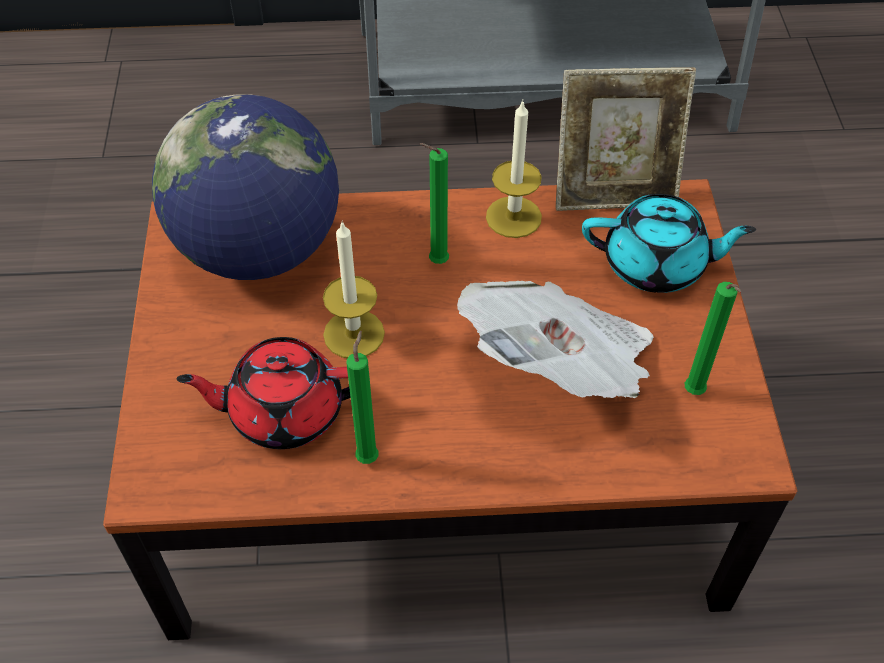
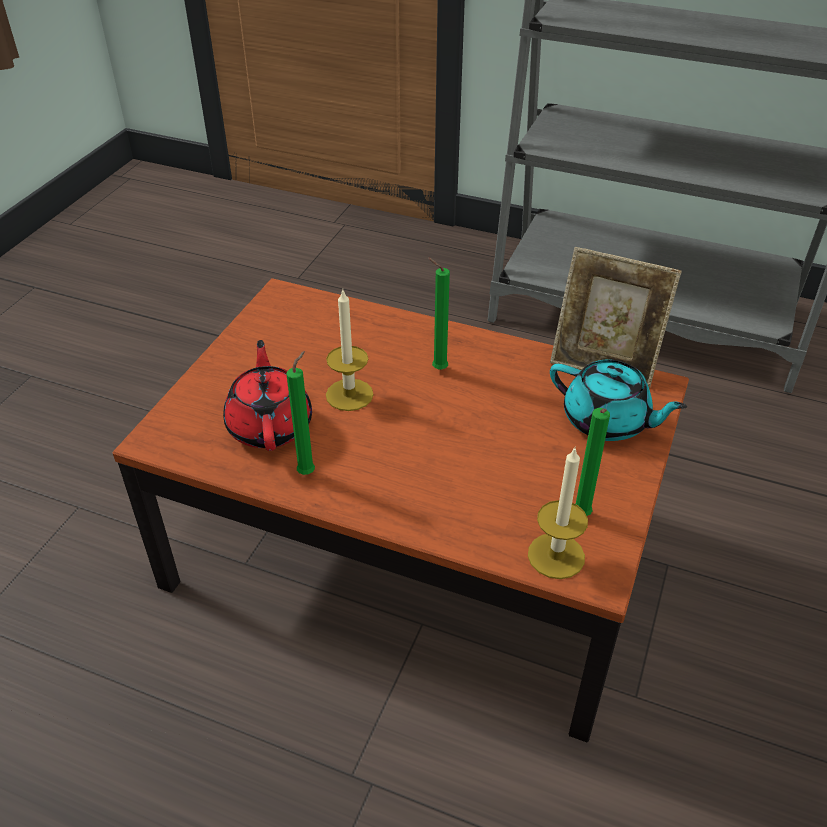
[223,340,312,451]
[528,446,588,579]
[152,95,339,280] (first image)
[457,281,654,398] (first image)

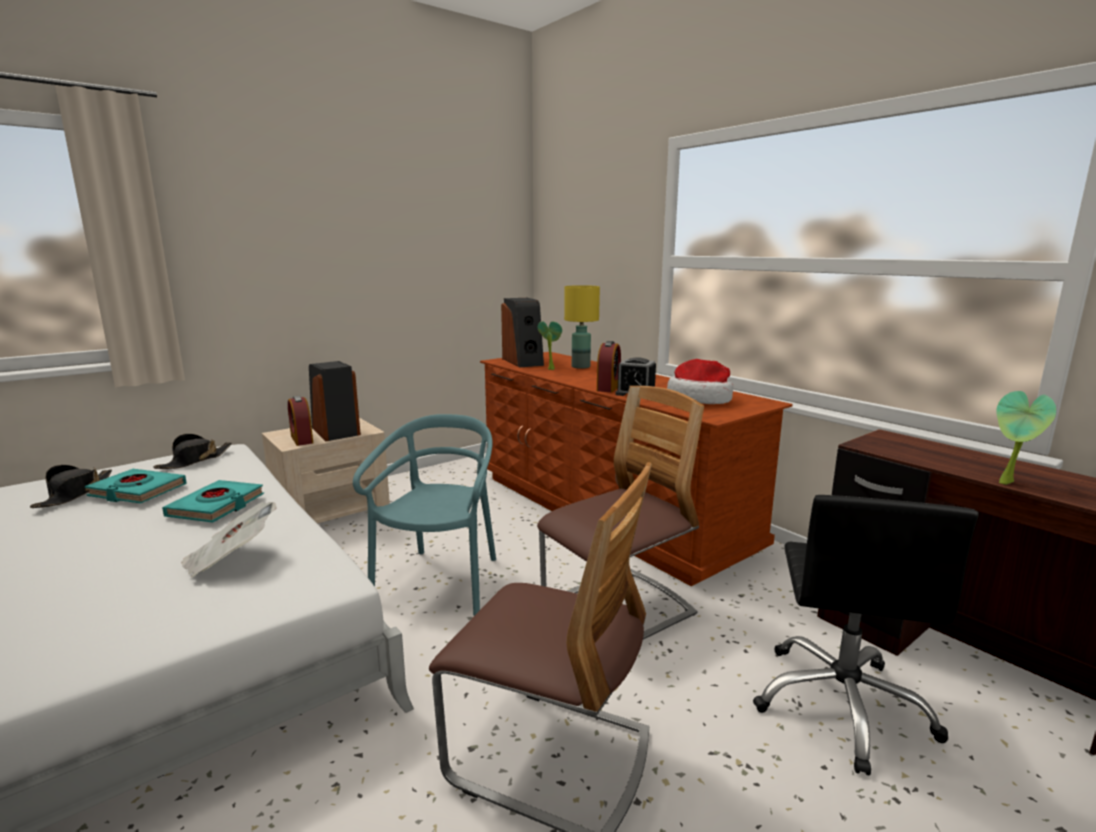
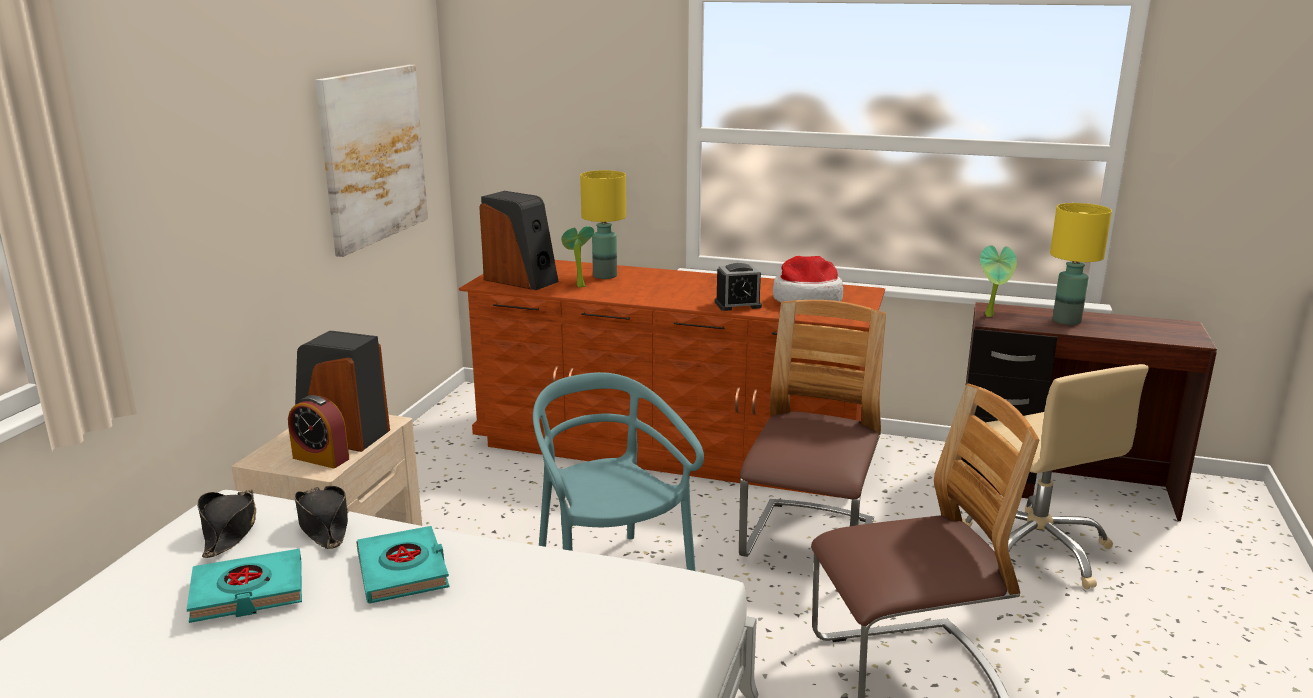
[294,486,348,549]
[315,65,428,257]
[962,364,1149,589]
[980,245,1017,317]
[1050,203,1112,325]
[181,502,276,577] (first image)
[597,341,621,392] (first image)

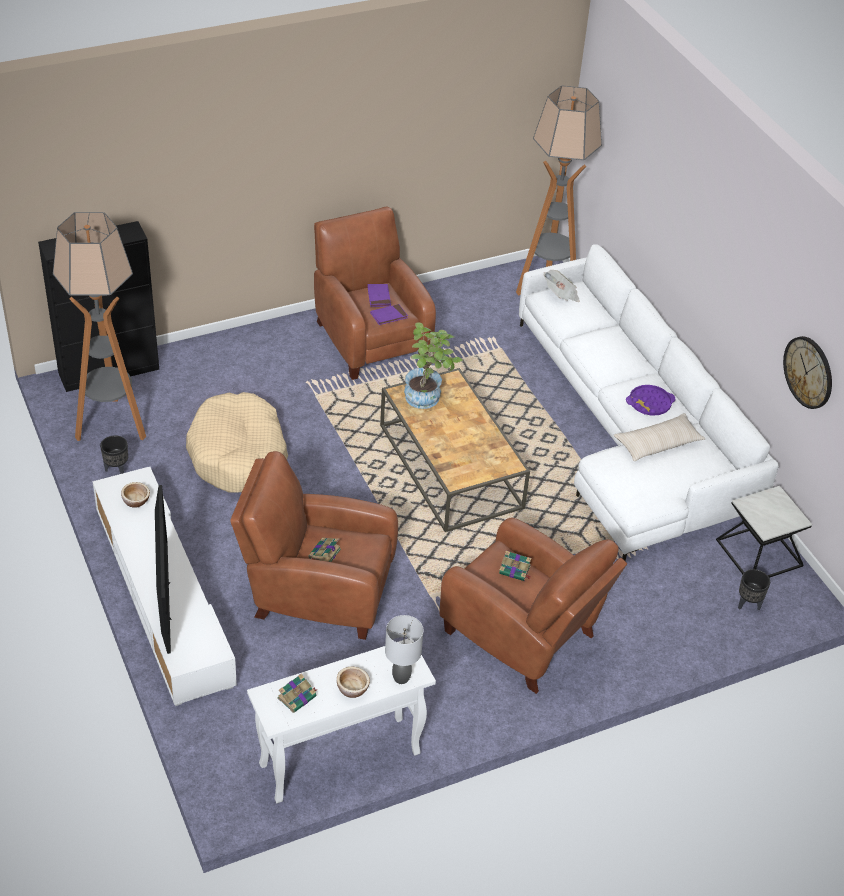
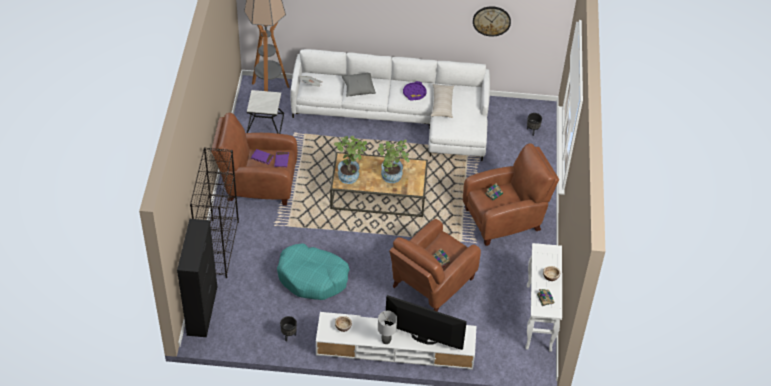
[190,147,239,278]
[247,90,284,134]
[277,243,350,300]
[342,73,376,97]
[378,139,409,183]
[378,311,397,344]
[53,212,146,441] (first image)

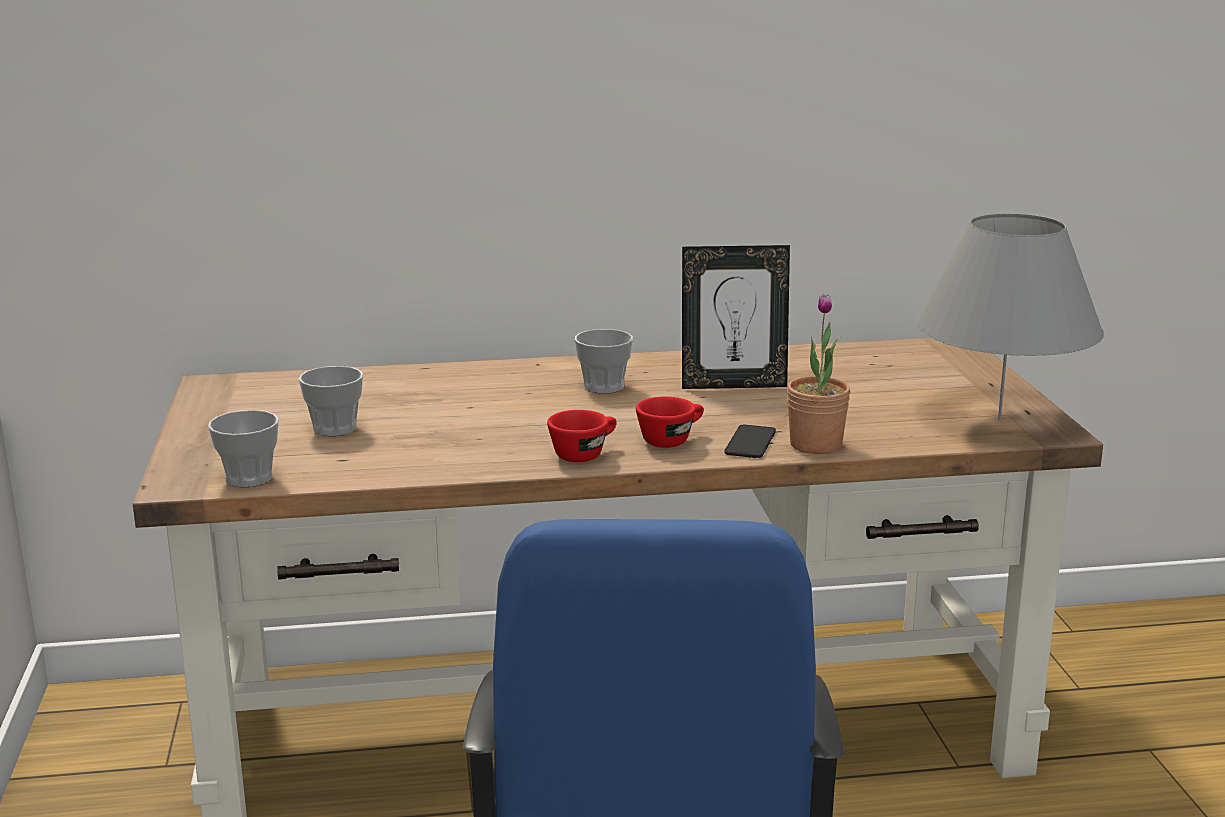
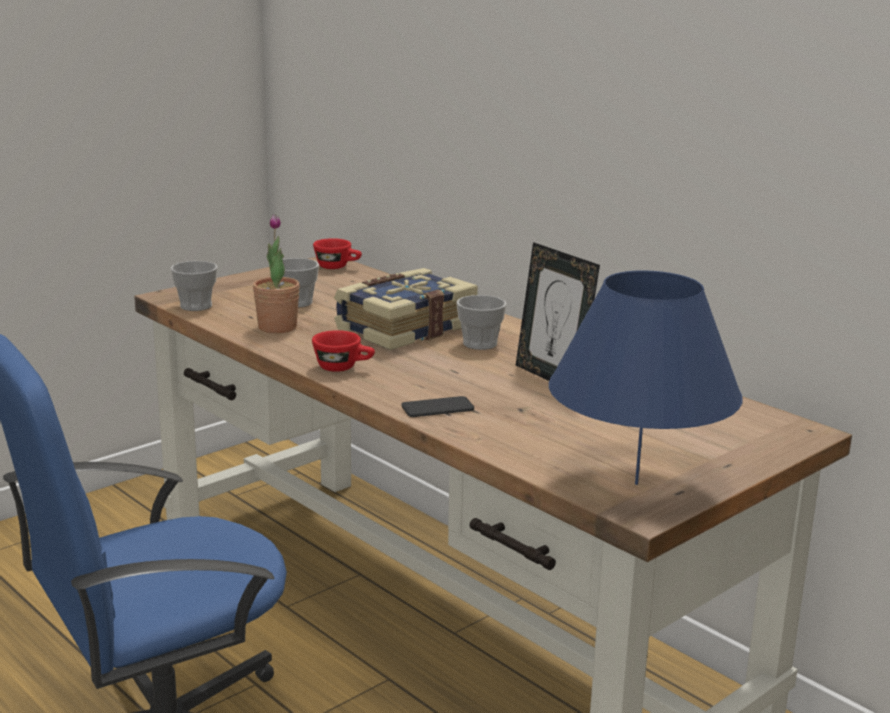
[253,214,300,333]
[313,238,362,269]
[334,268,478,350]
[549,270,742,485]

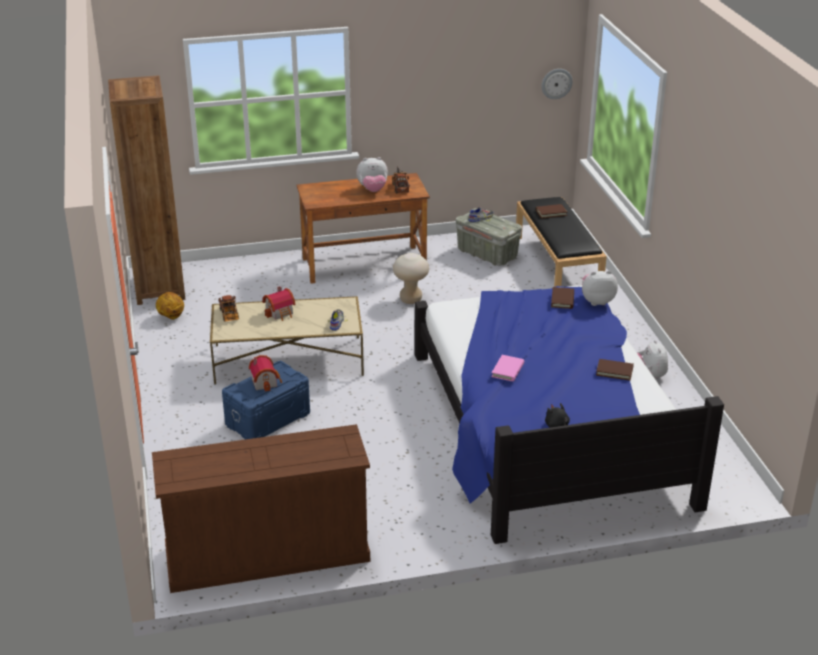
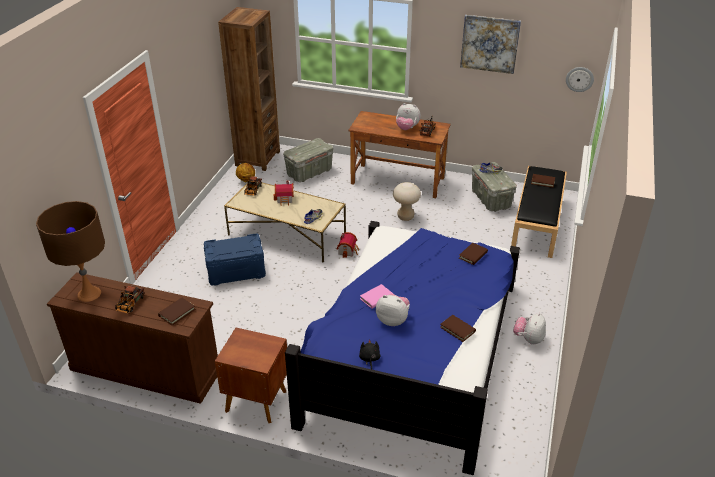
[36,201,105,302]
[115,285,145,314]
[158,298,196,325]
[215,328,287,423]
[283,138,334,182]
[336,232,359,258]
[376,294,410,326]
[460,15,521,74]

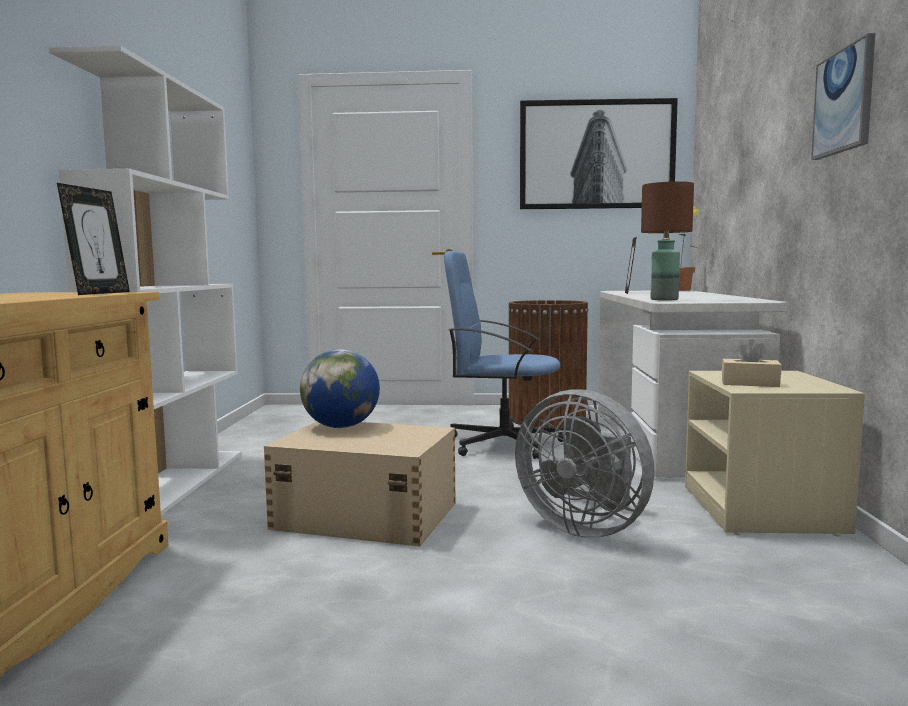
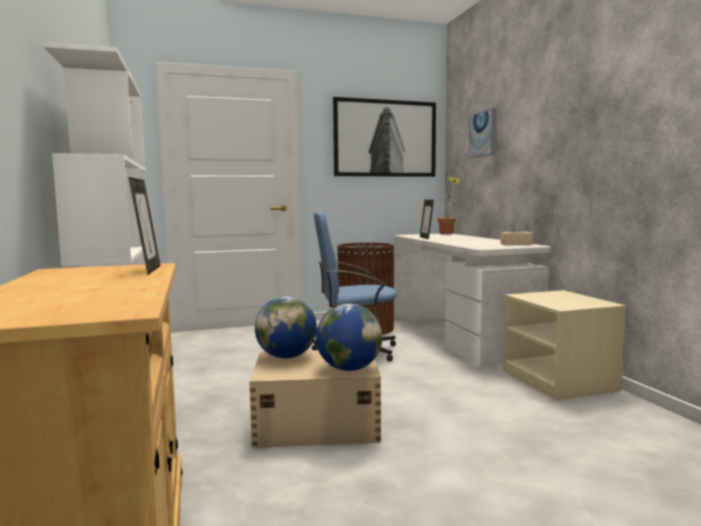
[316,304,382,371]
[469,108,496,158]
[501,221,533,245]
[515,389,655,538] (first image)
[641,181,694,301] (first image)

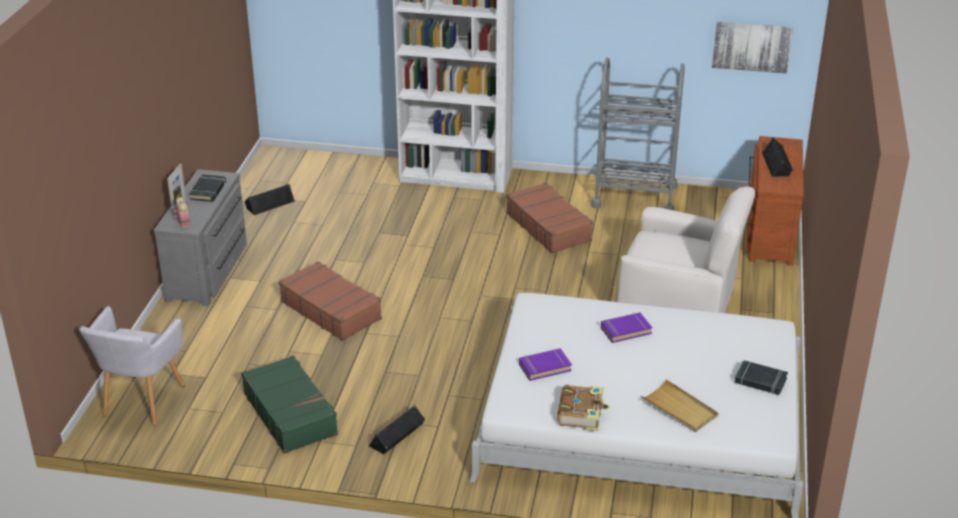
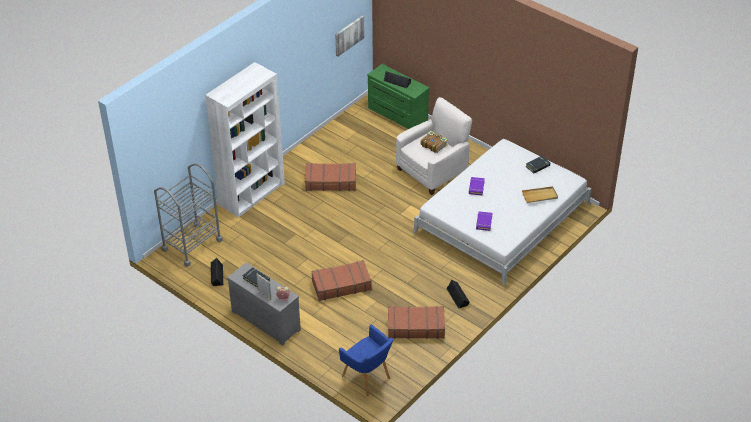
[154,163,223,267]
[339,325,394,396]
[367,64,429,129]
[388,306,445,339]
[421,131,448,153]

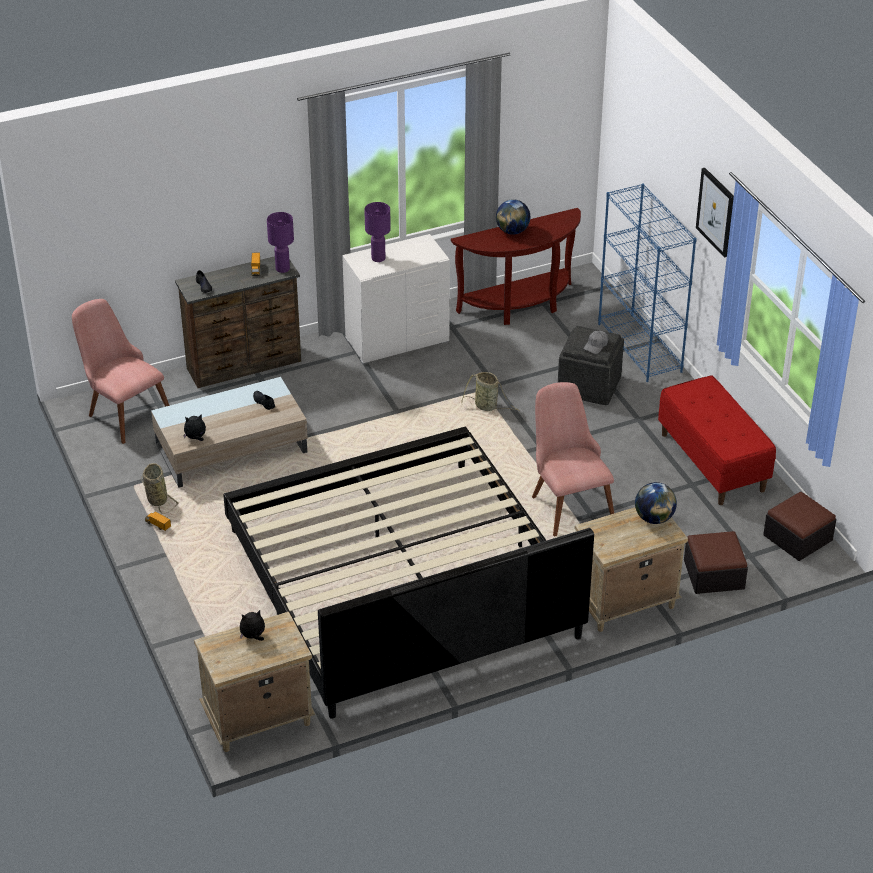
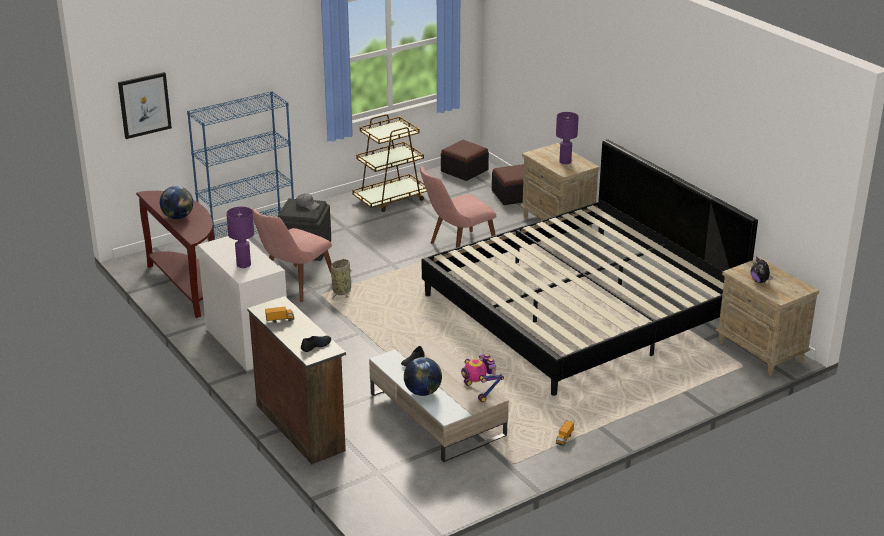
[118,72,172,139]
[252,208,332,302]
[352,114,427,212]
[404,357,442,396]
[461,354,504,402]
[556,112,579,164]
[141,463,179,514] (first image)

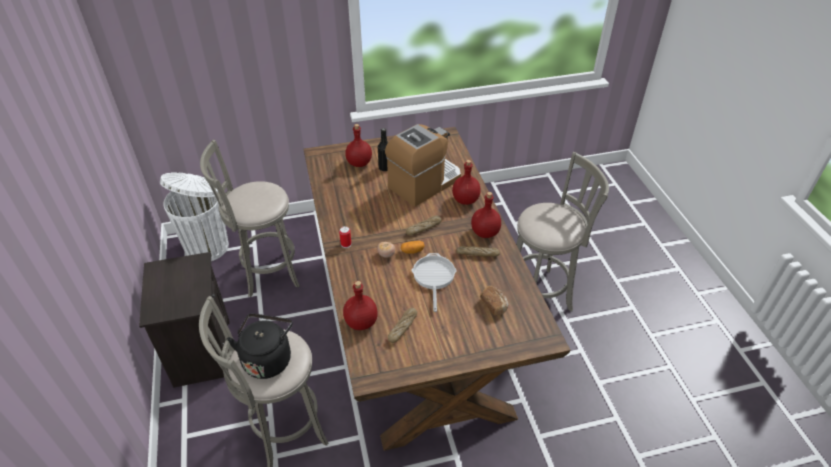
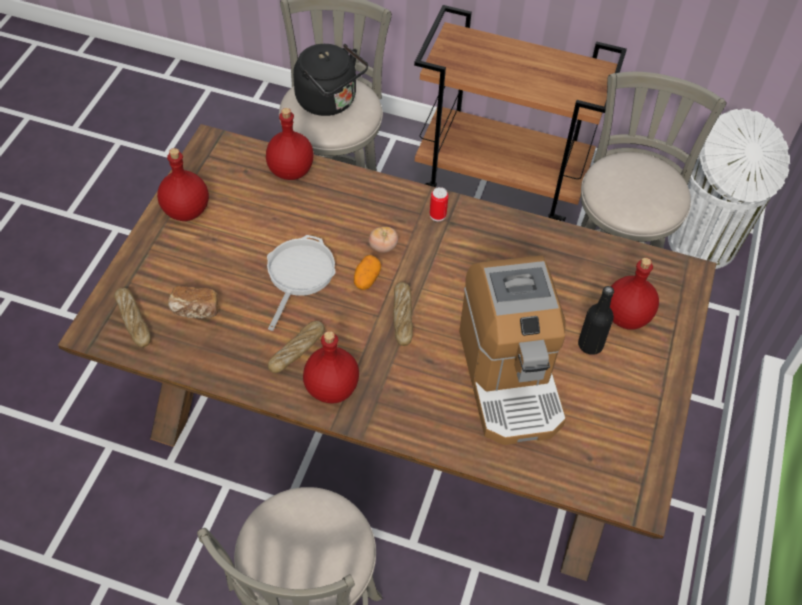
[114,288,151,347]
[157,148,209,221]
[267,235,335,331]
[414,5,627,221]

